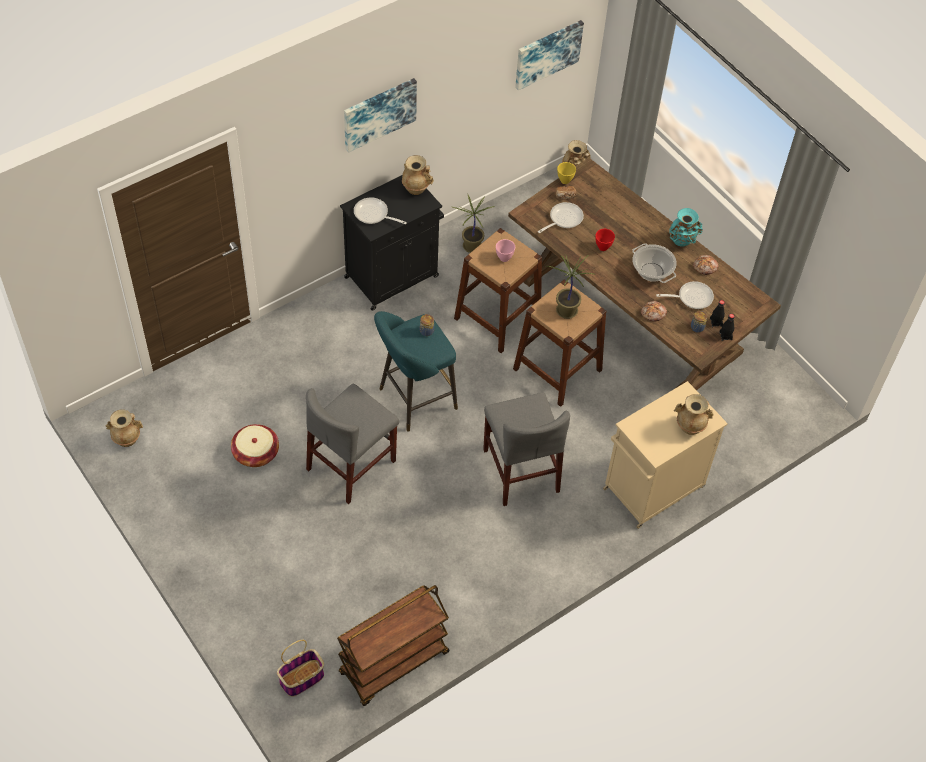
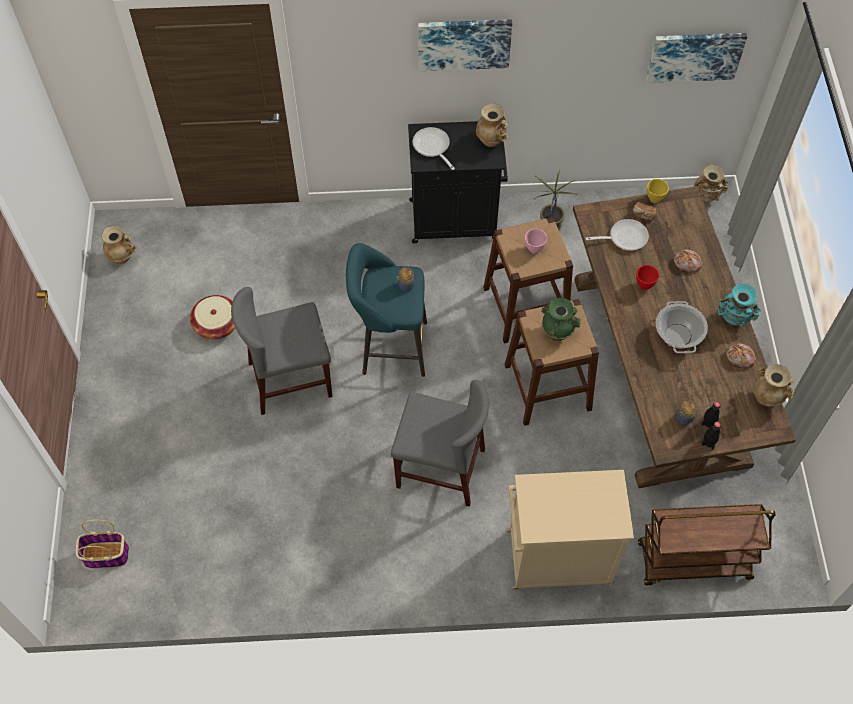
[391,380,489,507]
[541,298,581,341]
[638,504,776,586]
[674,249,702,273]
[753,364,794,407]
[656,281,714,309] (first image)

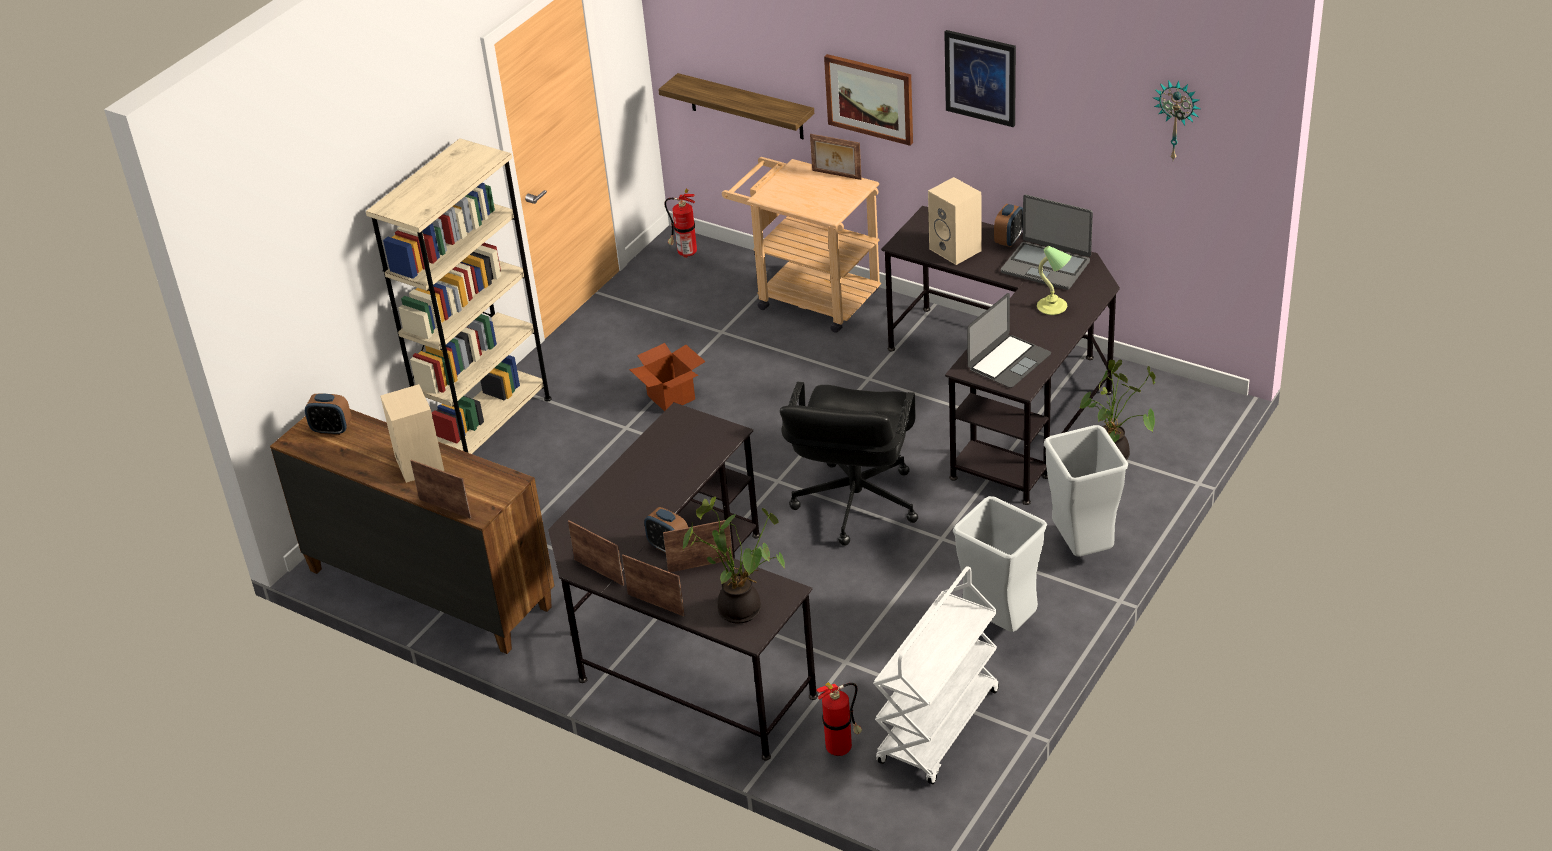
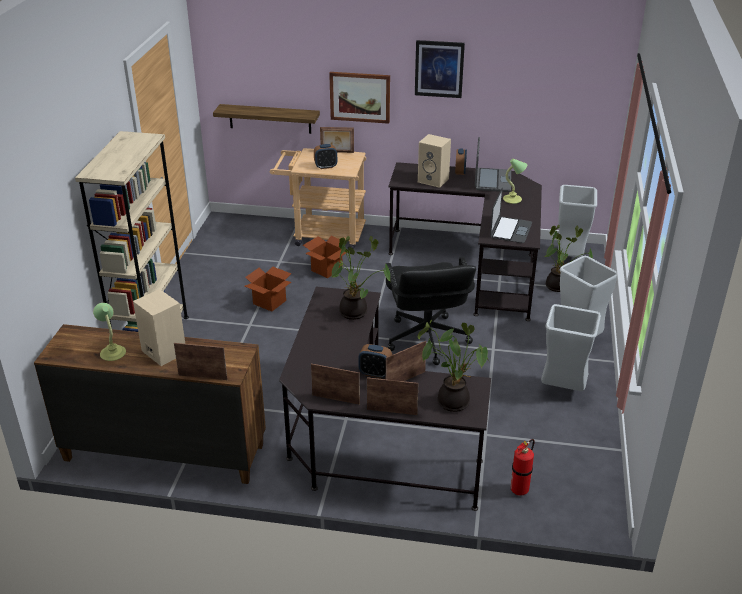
[93,303,126,361]
[303,236,347,278]
[314,144,337,169]
[331,236,390,320]
[475,137,511,192]
[558,185,597,257]
[664,189,697,258] (first image)
[873,566,999,784] (first image)
[1153,80,1201,160] (first image)

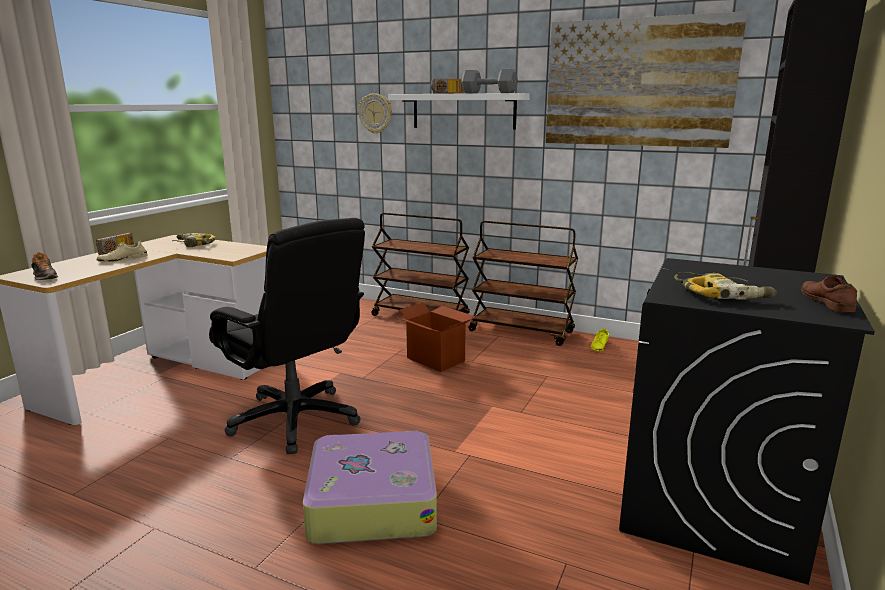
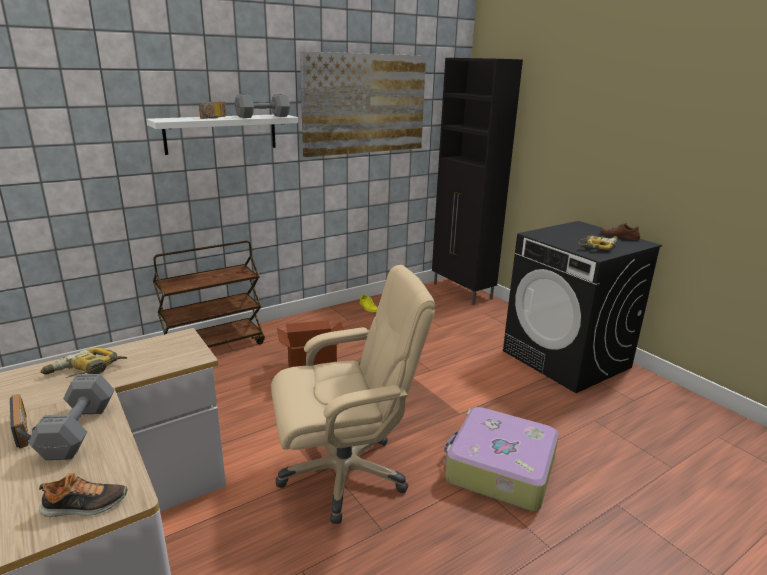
[28,374,115,460]
[271,265,435,524]
[358,93,392,134] (first image)
[468,221,578,346] (first image)

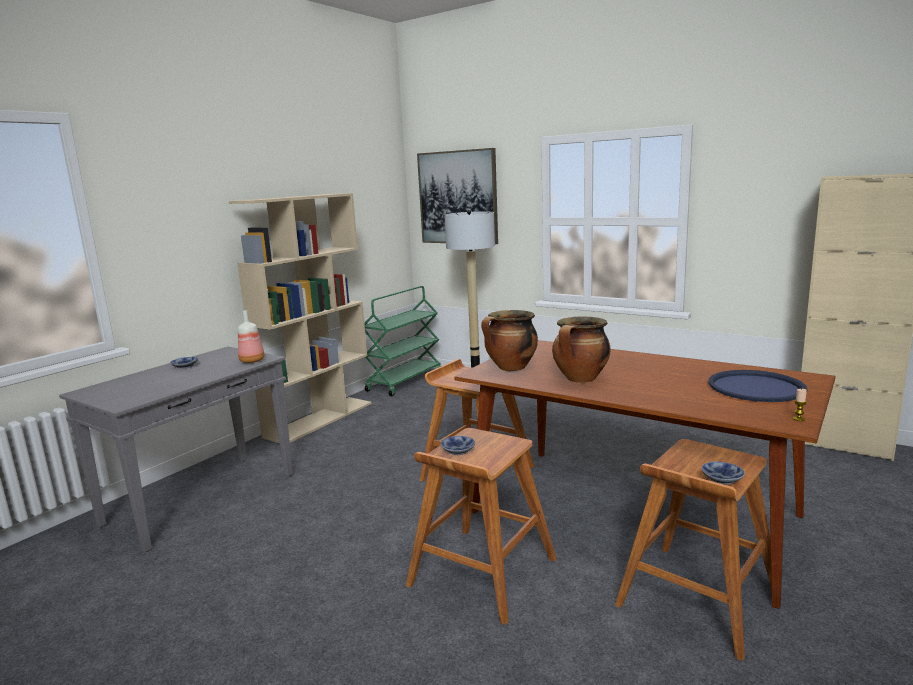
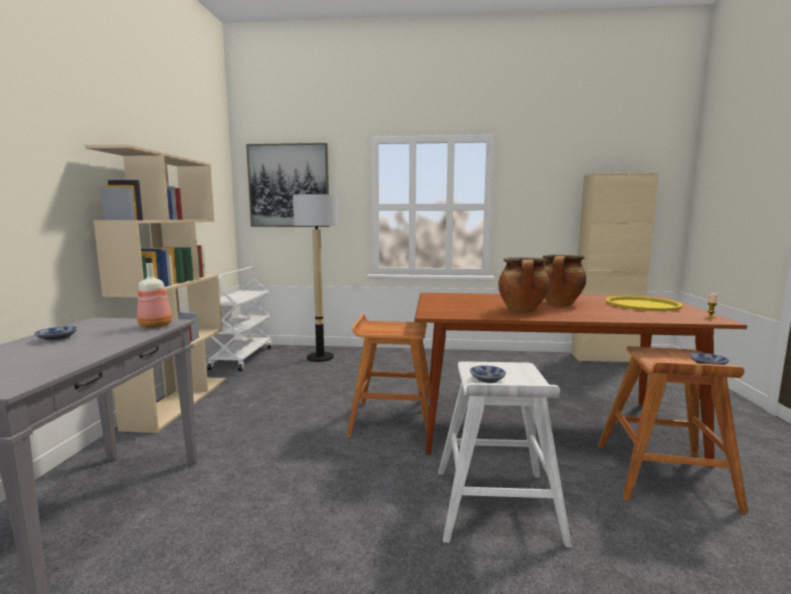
[207,267,272,371]
[438,361,572,547]
[543,255,586,306]
[606,296,683,311]

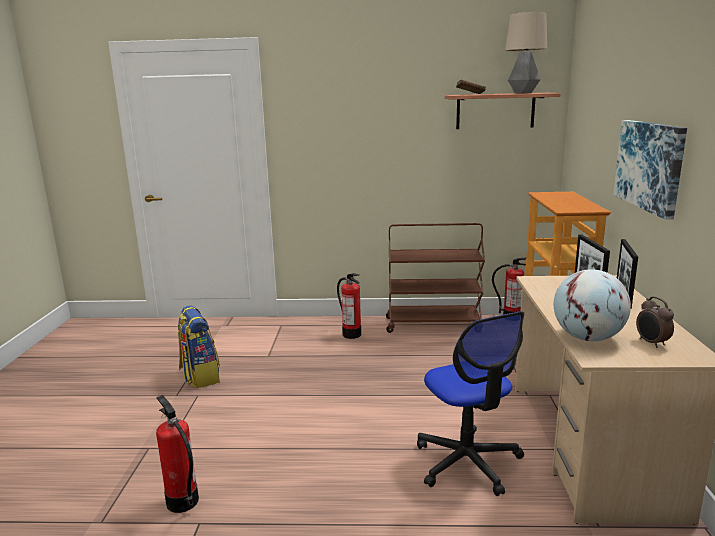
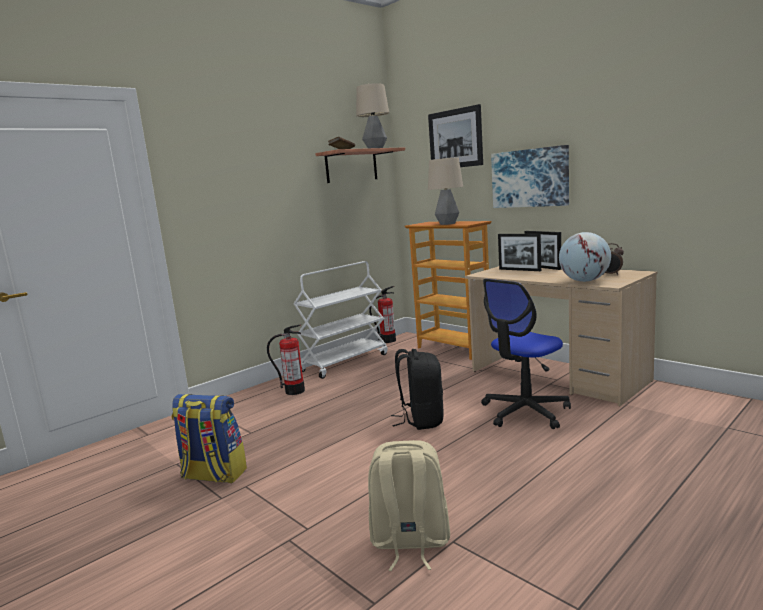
[294,261,388,379]
[368,440,450,571]
[391,349,444,430]
[428,104,483,167]
[428,157,463,225]
[481,279,571,429]

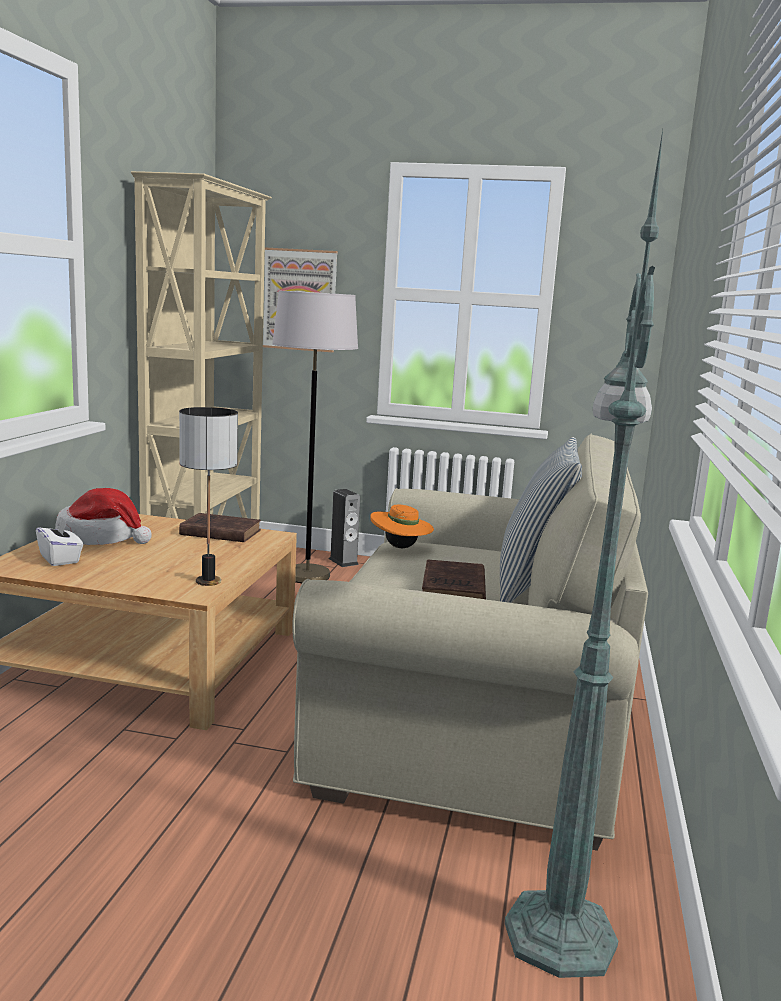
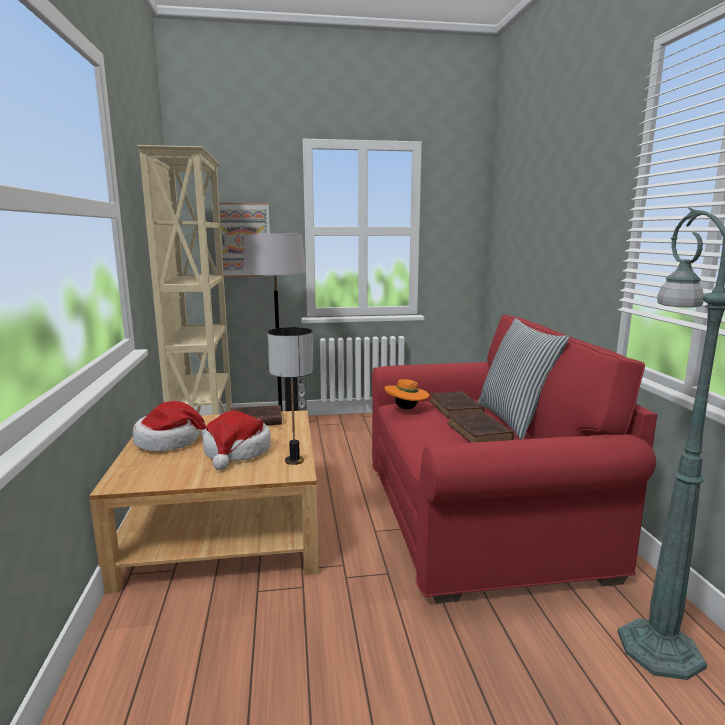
[203,411,271,470]
[372,314,657,604]
[430,391,485,419]
[36,518,83,566] (first image)

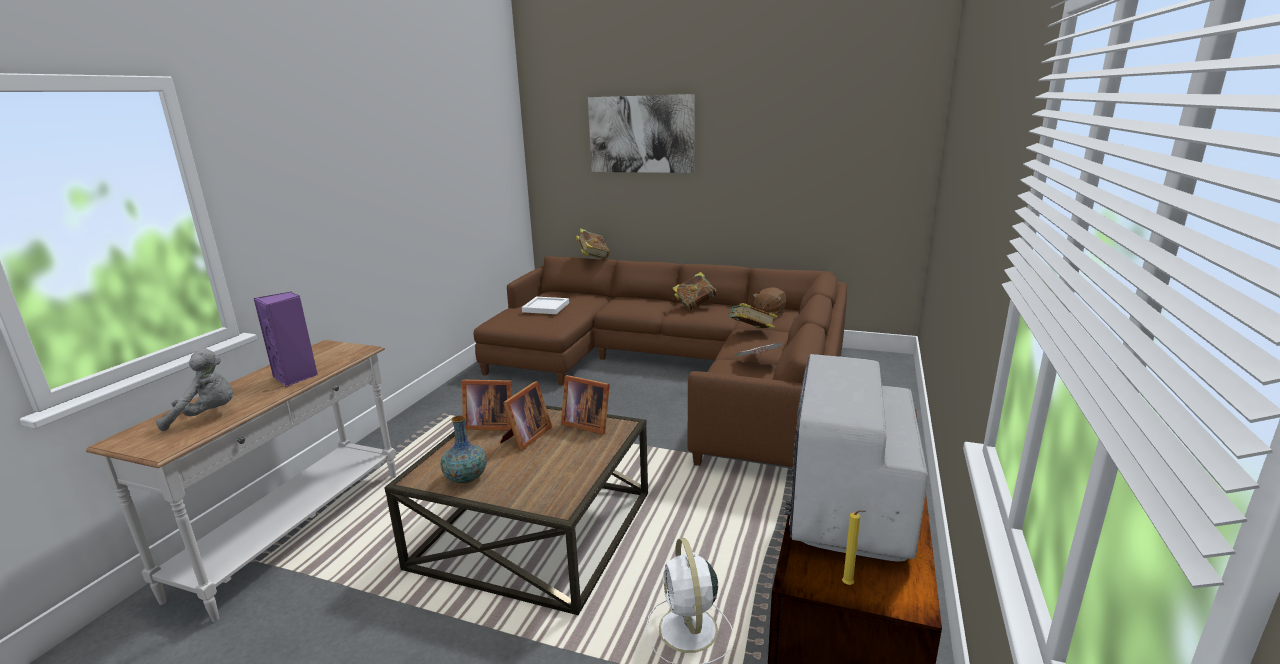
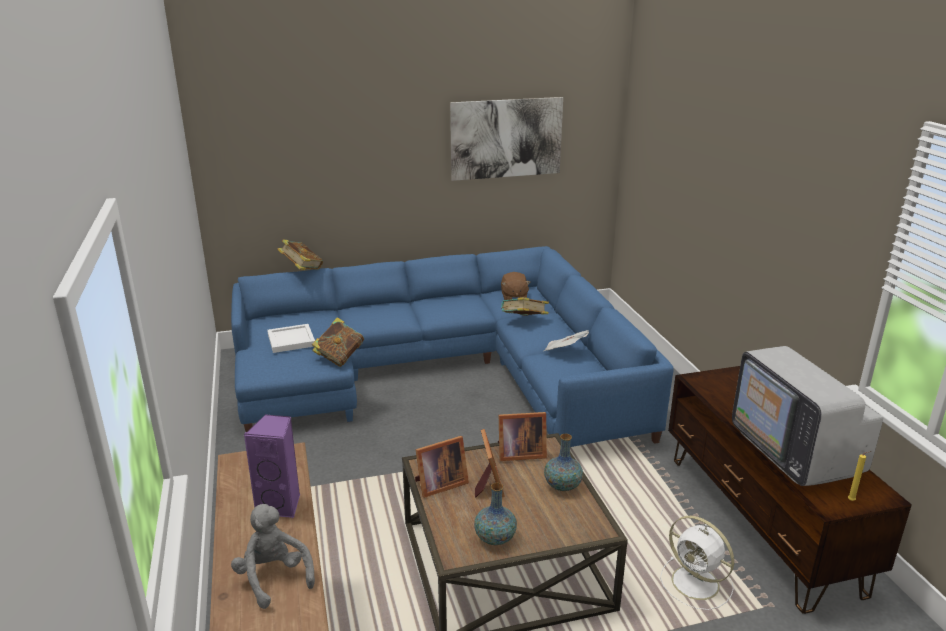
[231,246,674,447]
[231,504,315,609]
[312,317,364,367]
[450,97,563,181]
[544,434,583,491]

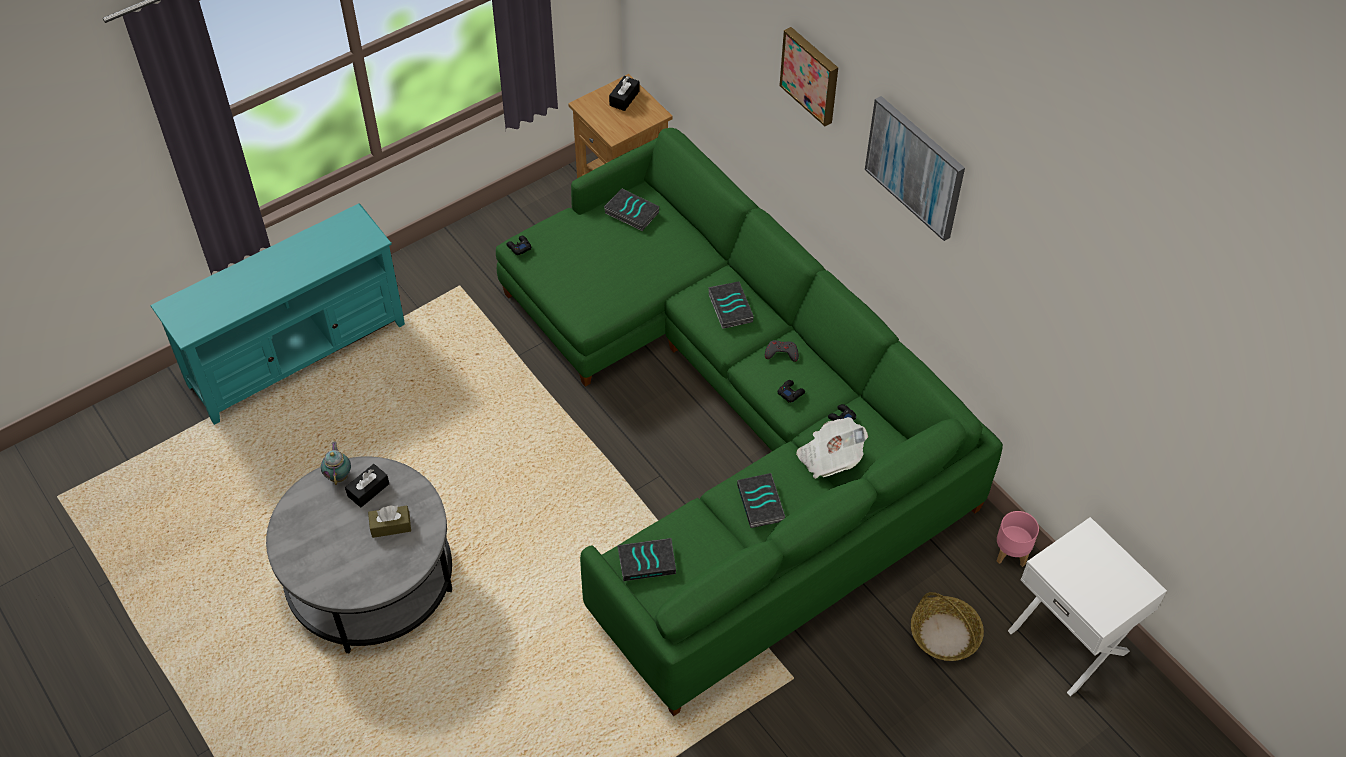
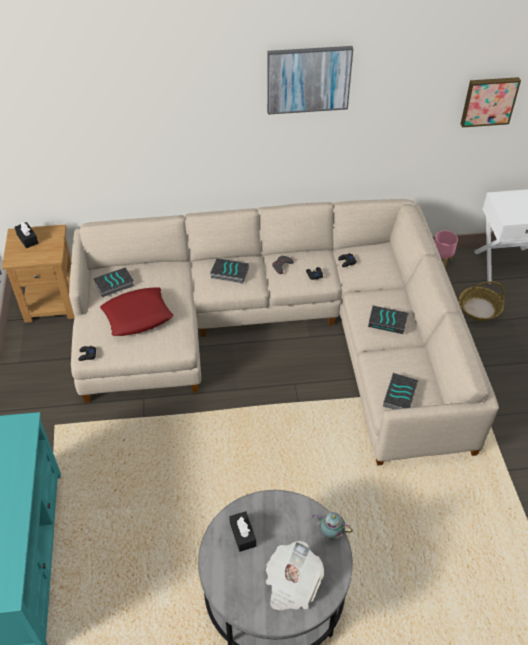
[69,199,499,466]
[100,287,173,336]
[265,541,324,610]
[311,512,353,539]
[461,77,521,127]
[368,505,411,538] (first image)

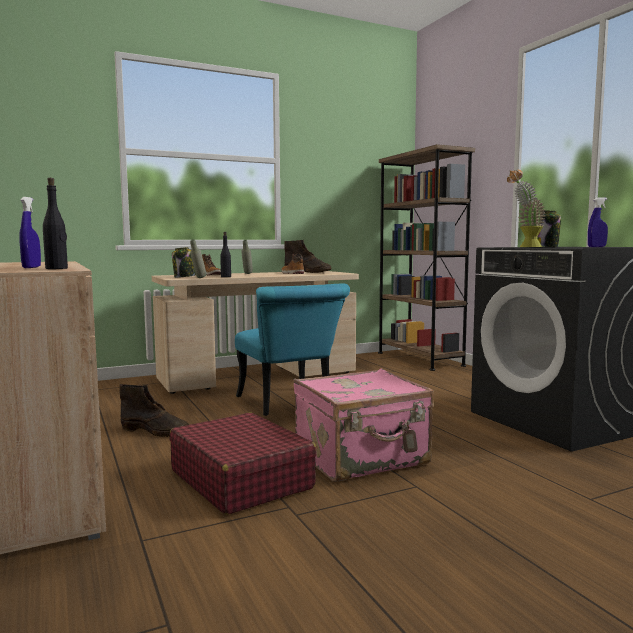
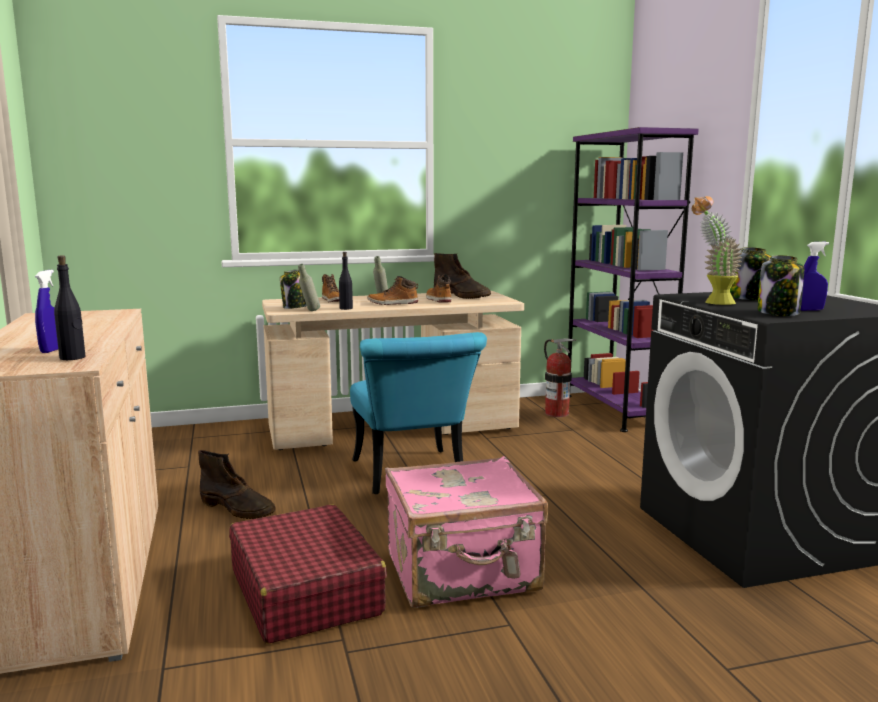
[367,276,418,305]
[544,338,576,417]
[568,127,699,432]
[758,255,804,316]

